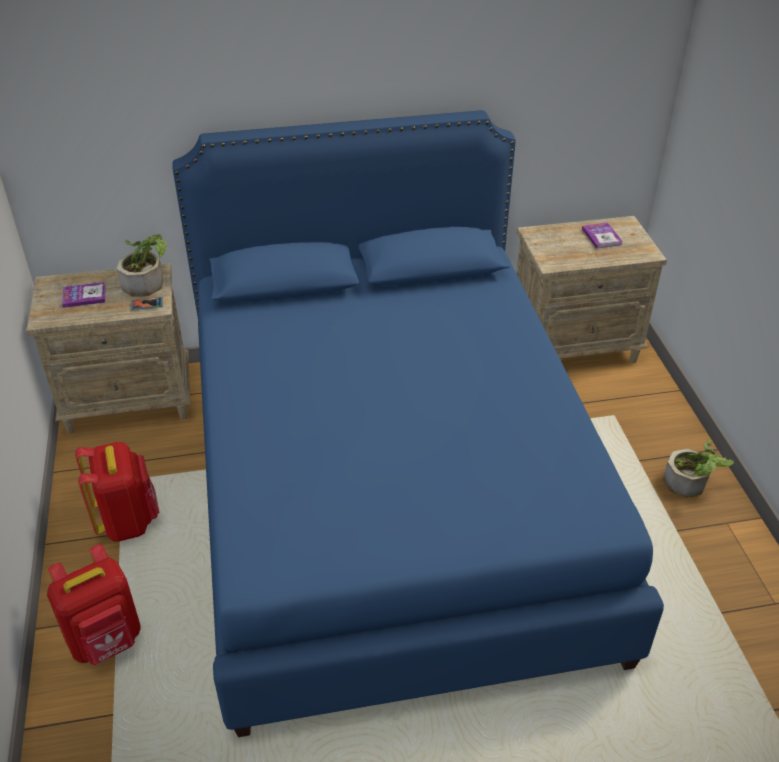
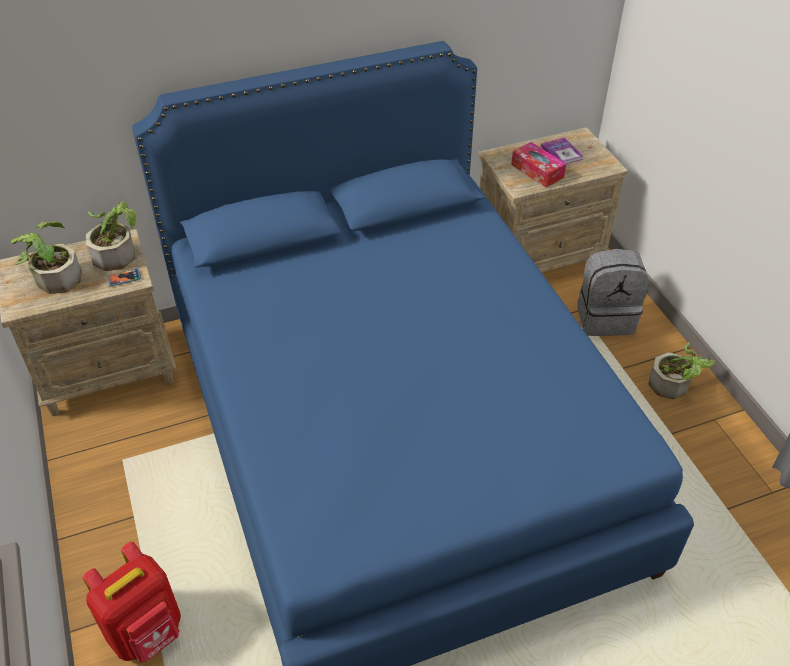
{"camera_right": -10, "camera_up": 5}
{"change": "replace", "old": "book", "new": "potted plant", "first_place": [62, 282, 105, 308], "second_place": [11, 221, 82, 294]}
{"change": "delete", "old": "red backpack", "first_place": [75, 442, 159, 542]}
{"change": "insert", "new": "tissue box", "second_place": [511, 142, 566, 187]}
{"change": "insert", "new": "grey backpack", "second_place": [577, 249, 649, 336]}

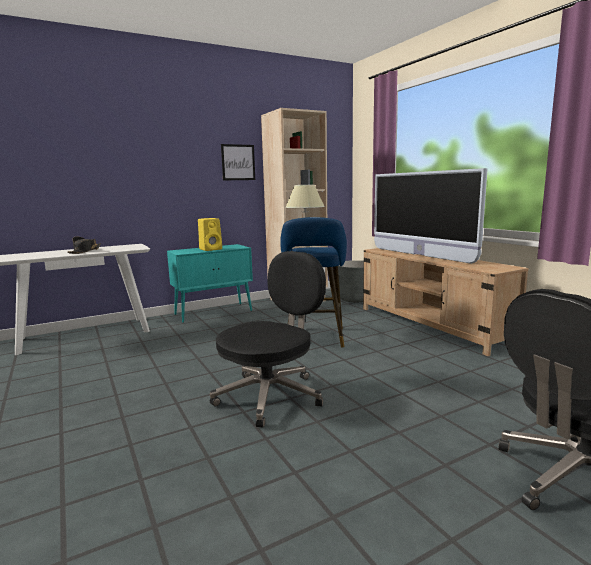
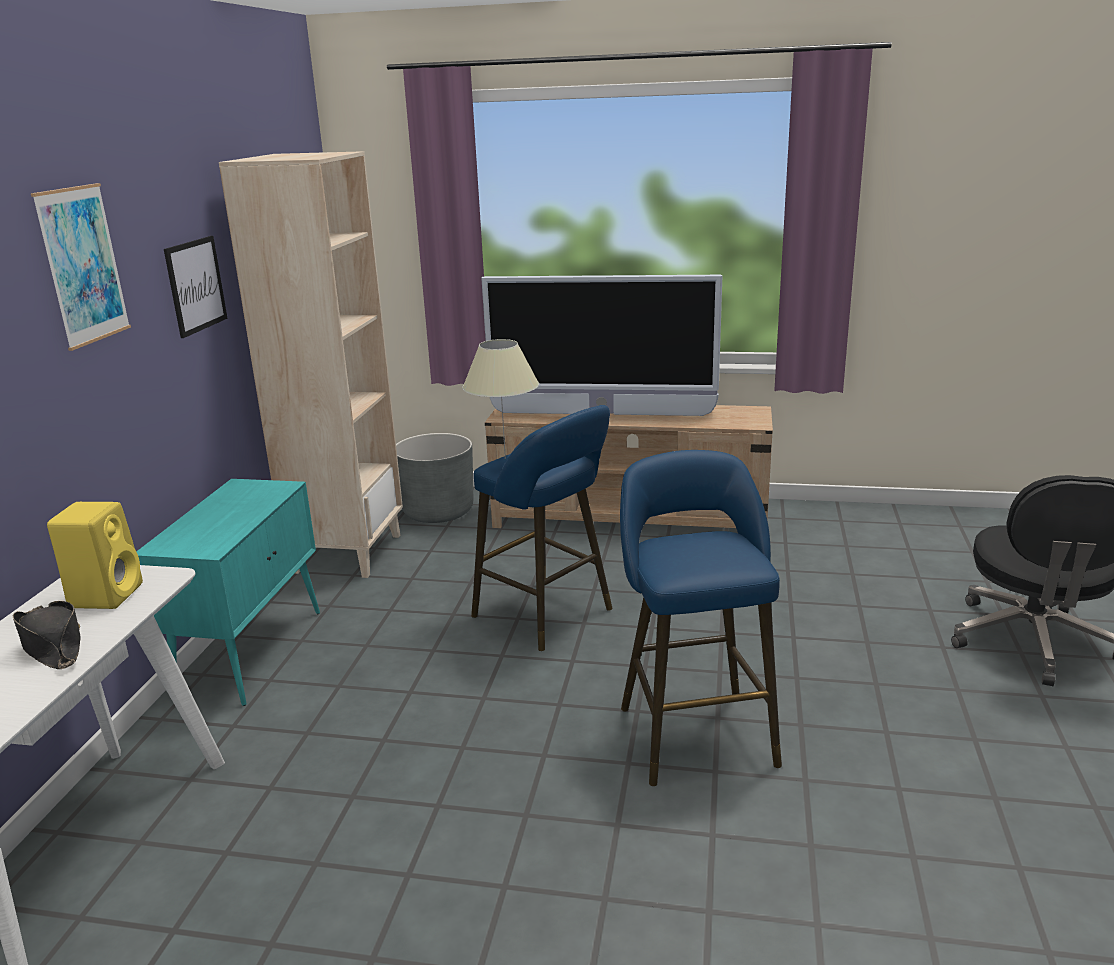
{"camera_right": -50, "camera_up": 10}
{"change": "move", "old": "yellow speaker", "first_place": [198, 218, 222, 251], "second_place": [47, 502, 143, 609]}
{"change": "replace", "old": "black office chair", "new": "blue stool", "first_place": [210, 251, 326, 428], "second_place": [620, 450, 782, 786]}
{"change": "insert", "new": "picture", "second_place": [31, 183, 131, 351]}

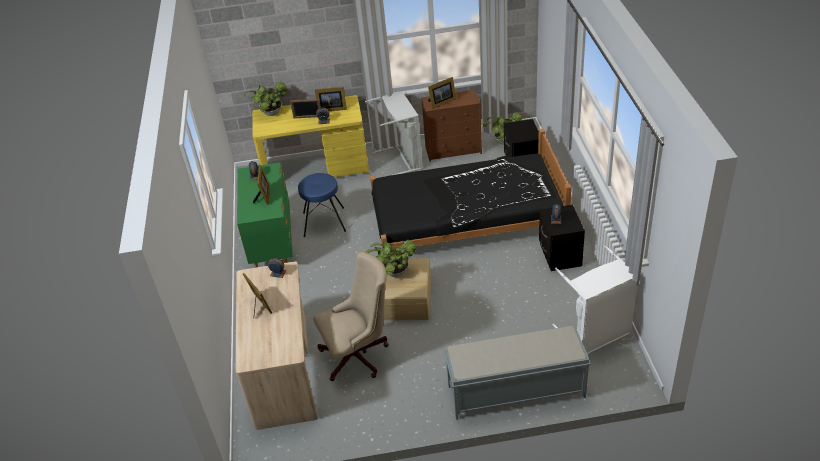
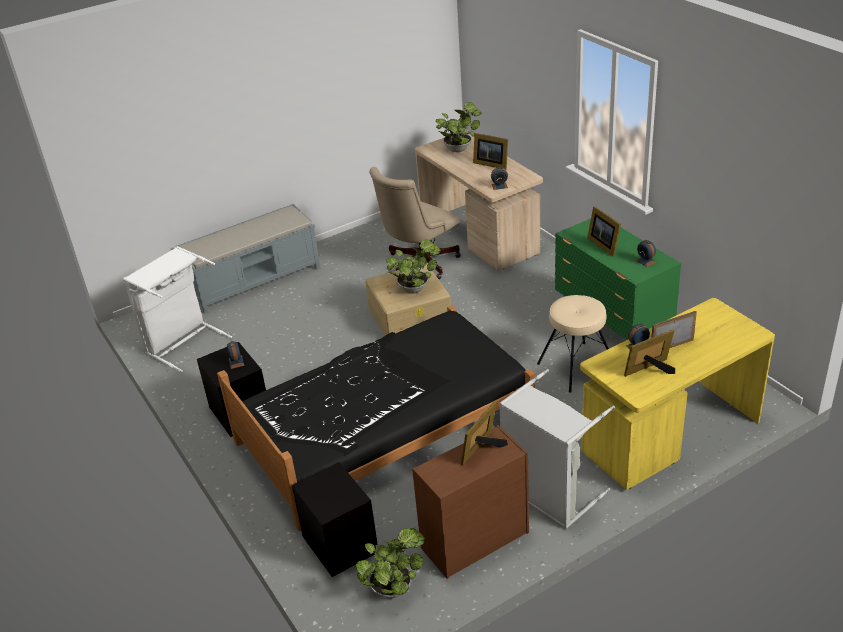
{"camera_right": 155, "camera_up": -5}
{"change": "move", "old": "potted plant", "first_place": [244, 82, 287, 116], "second_place": [436, 102, 482, 152]}
{"change": "recolor", "old": "blue stool", "new": "beige stool", "first_place": [298, 173, 346, 237], "second_place": [537, 295, 609, 393]}

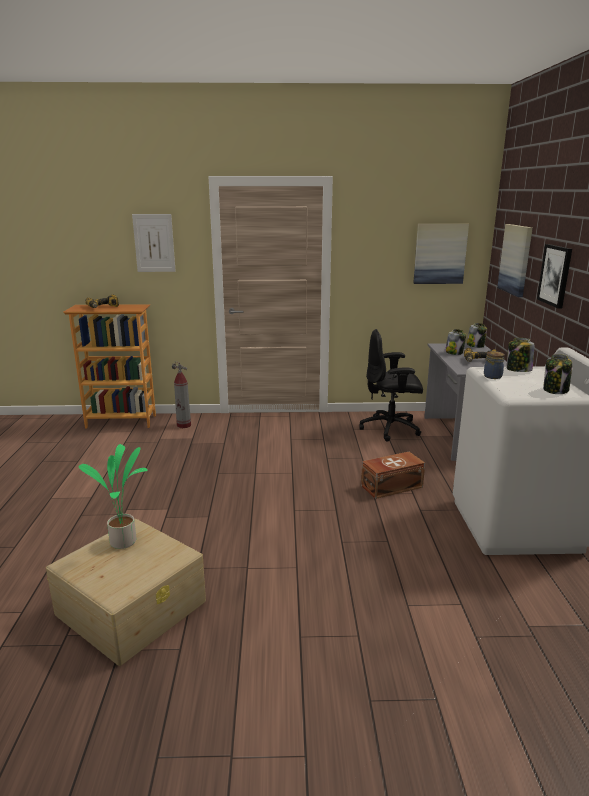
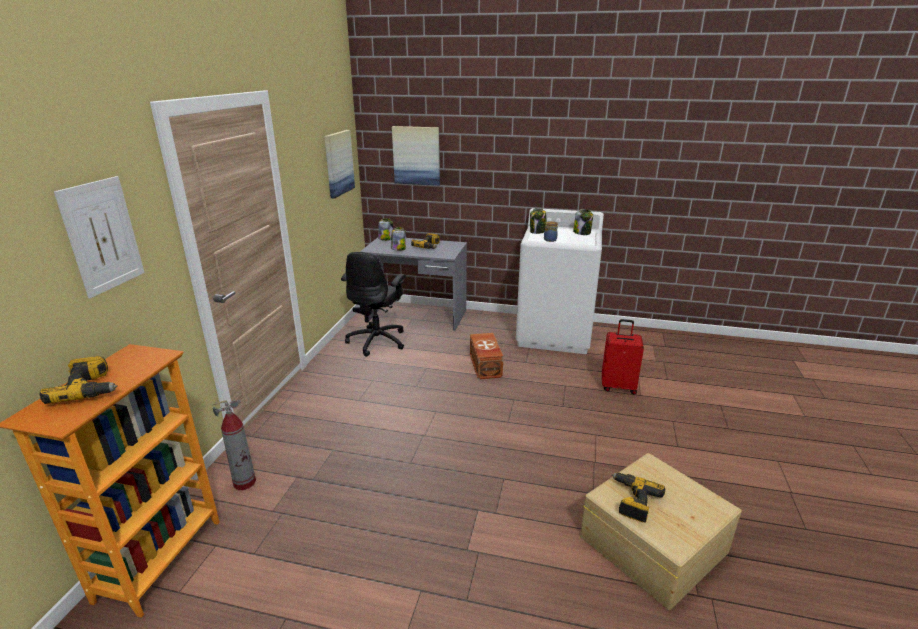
{"camera_right": -75, "camera_up": 5}
{"change": "delete", "old": "picture", "first_place": [537, 244, 572, 309]}
{"change": "replace", "old": "potted plant", "new": "power drill", "first_place": [79, 444, 148, 549], "second_place": [612, 472, 665, 523]}
{"change": "insert", "new": "red suitcase", "second_place": [602, 319, 644, 394]}

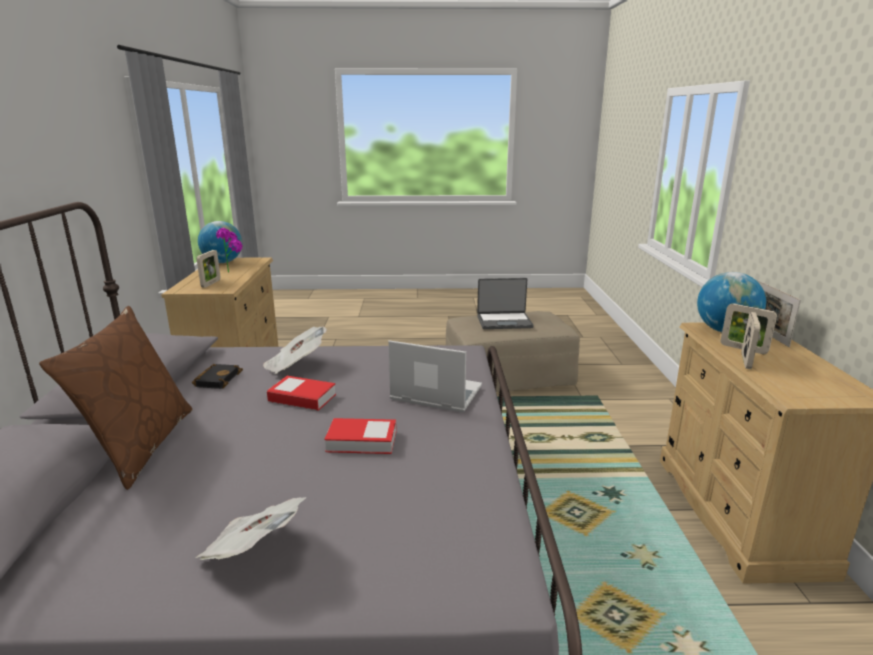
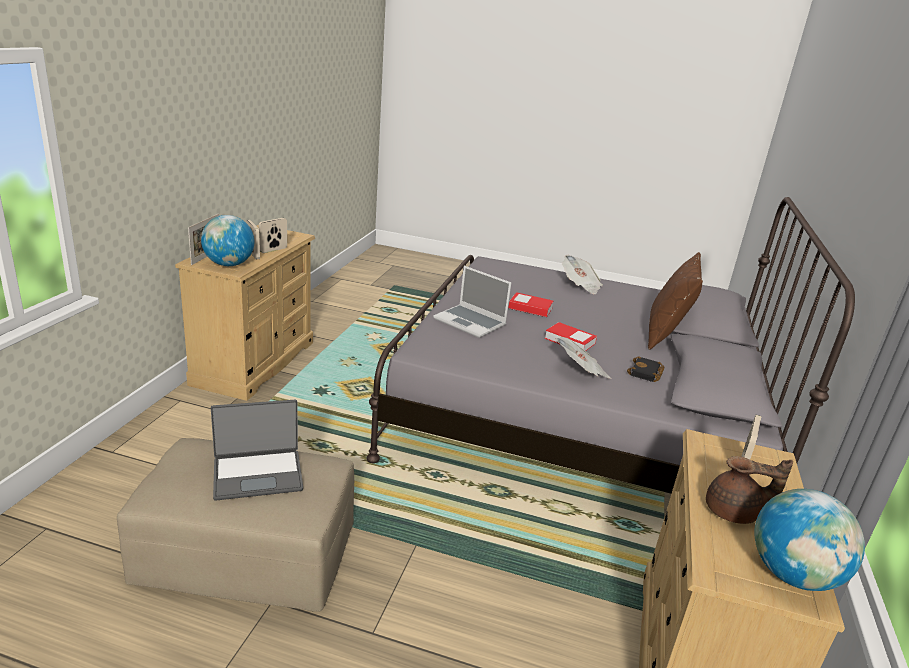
{"camera_right": -165, "camera_up": 5}
{"change": "replace", "old": "potted plant", "new": "brown teapot", "first_place": [216, 228, 243, 273], "second_place": [706, 456, 793, 524]}
{"change": "rotate", "old": "laptop", "first_place": [477, 278, 534, 329], "second_place": [211, 400, 303, 500], "degrees": 150}

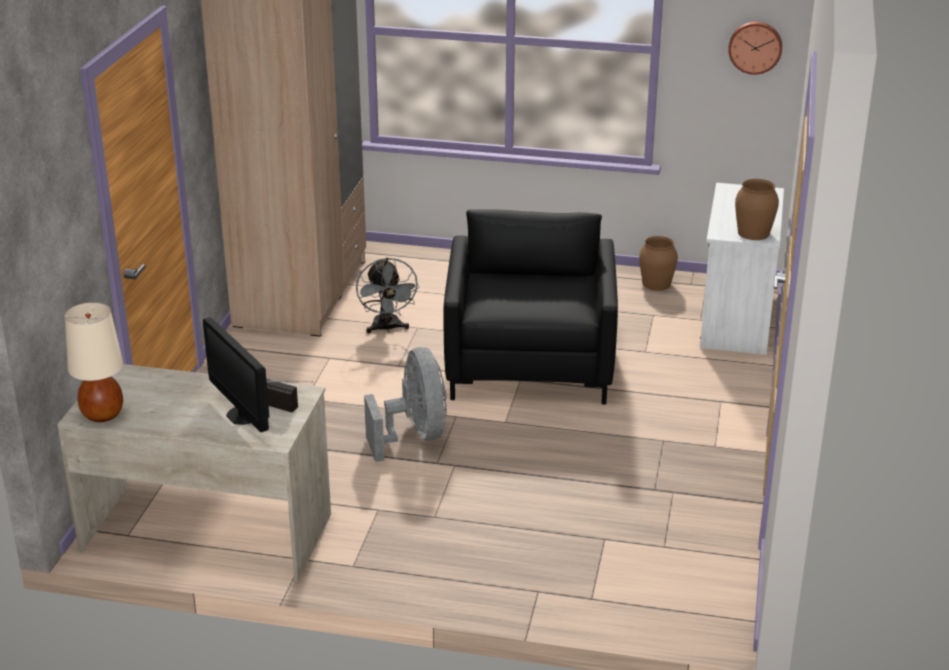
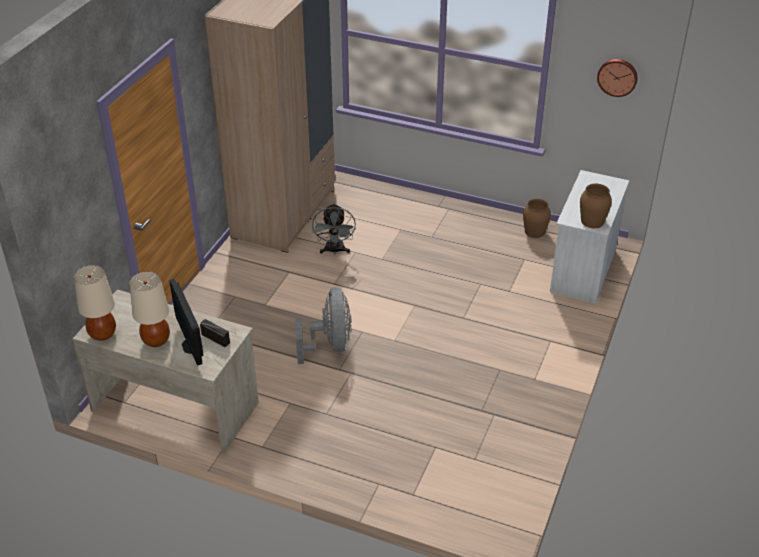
{"camera_right": 10, "camera_up": 10}
{"change": "delete", "old": "black armchair", "first_place": [443, 209, 618, 404]}
{"change": "insert", "new": "beige table lamp", "second_place": [130, 271, 170, 347]}

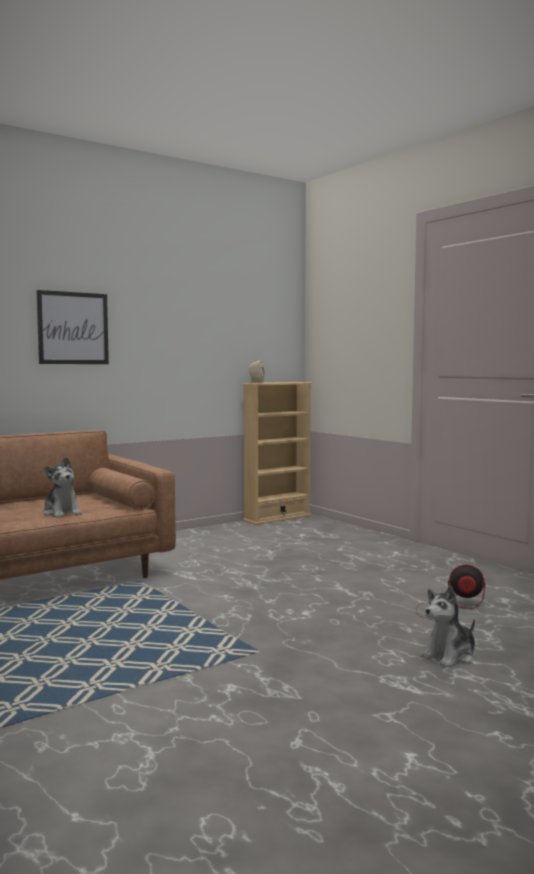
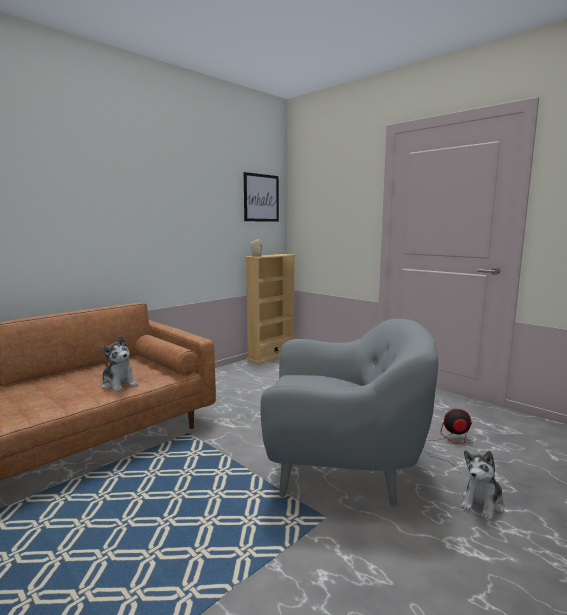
{"camera_right": -10, "camera_up": 5}
{"change": "move", "old": "picture", "first_place": [36, 290, 109, 364], "second_place": [244, 172, 279, 222]}
{"change": "insert", "new": "grey armchair", "second_place": [260, 319, 438, 506]}

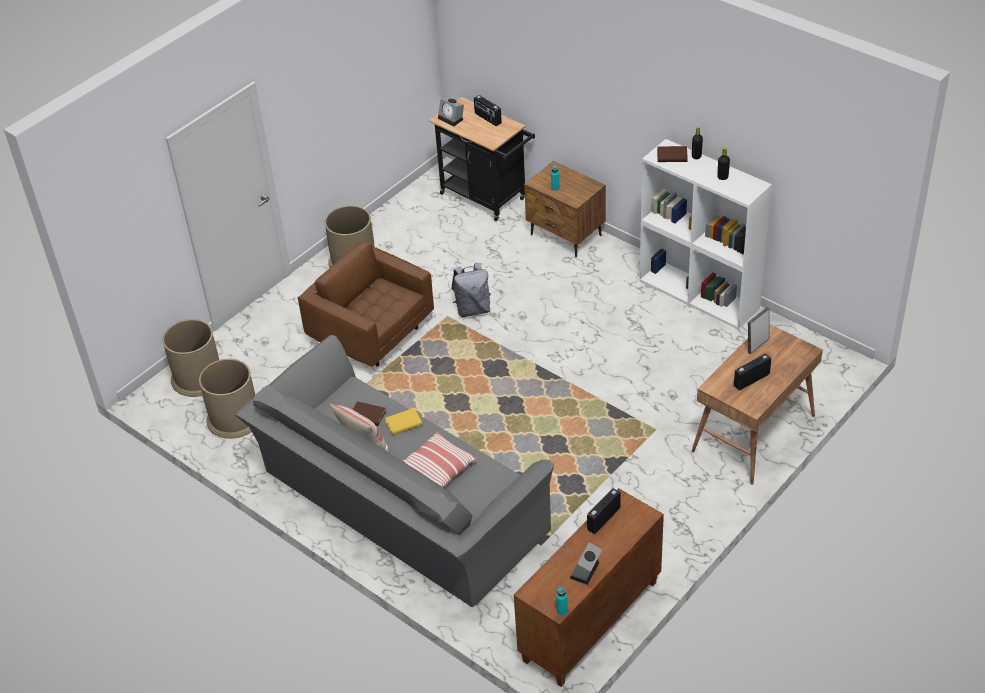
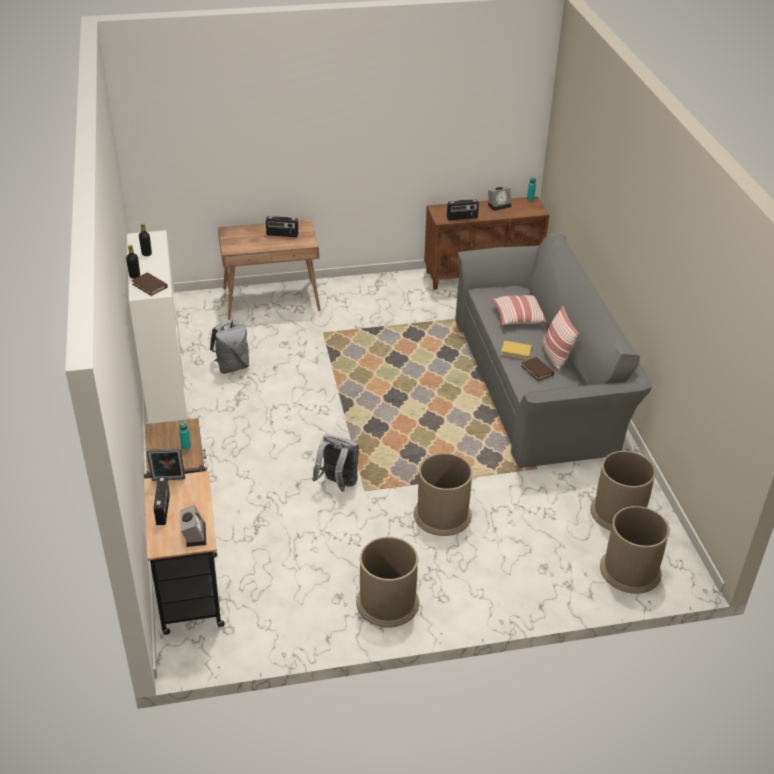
{"camera_right": -145, "camera_up": -5}
{"change": "replace", "old": "brown armchair", "new": "brown trash can", "first_place": [298, 242, 434, 367], "second_place": [414, 453, 473, 536]}
{"change": "move", "old": "picture frame", "first_place": [748, 307, 770, 354], "second_place": [146, 448, 185, 481]}
{"change": "insert", "new": "grey backpack", "second_place": [210, 321, 249, 374]}

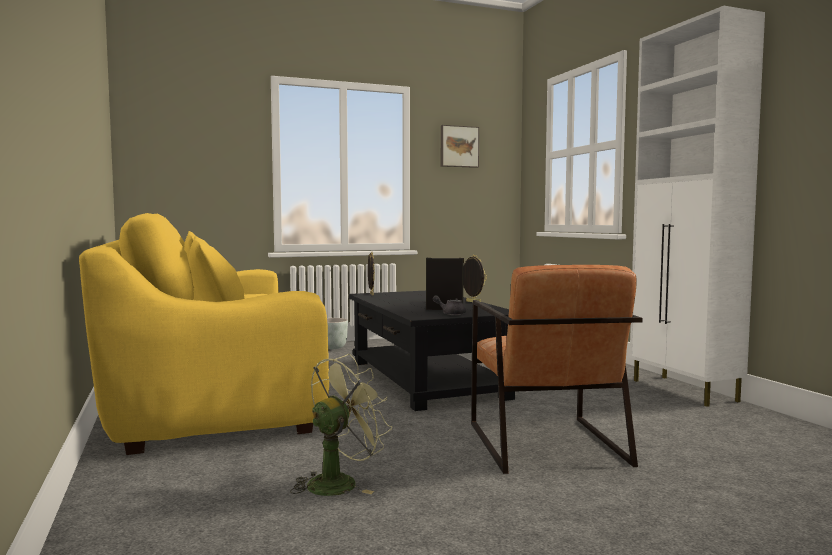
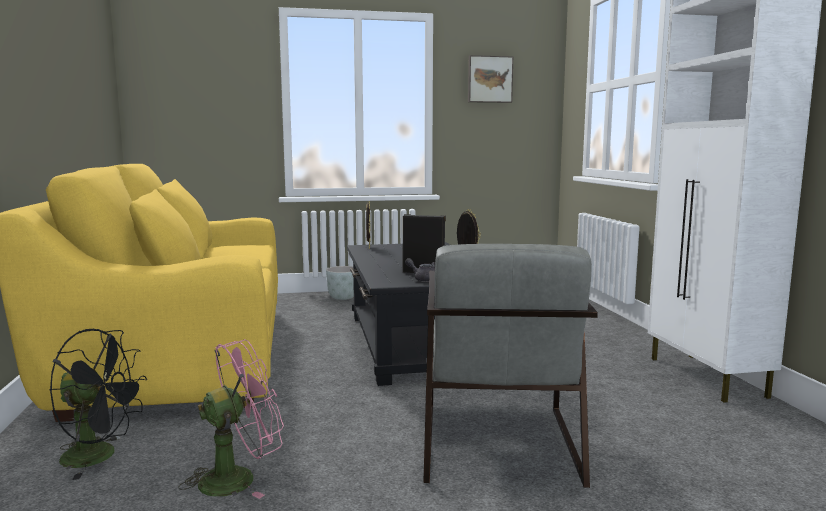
{"camera_right": 10, "camera_up": 5}
{"change": "recolor", "old": "brown armchair", "new": "grey armchair", "first_place": [471, 265, 642, 474], "second_place": [423, 244, 598, 488]}
{"change": "recolor", "old": "green fan", "new": "pink fan", "first_place": [290, 354, 392, 496], "second_place": [178, 339, 284, 499]}
{"change": "insert", "new": "black fan", "second_place": [50, 329, 147, 480]}

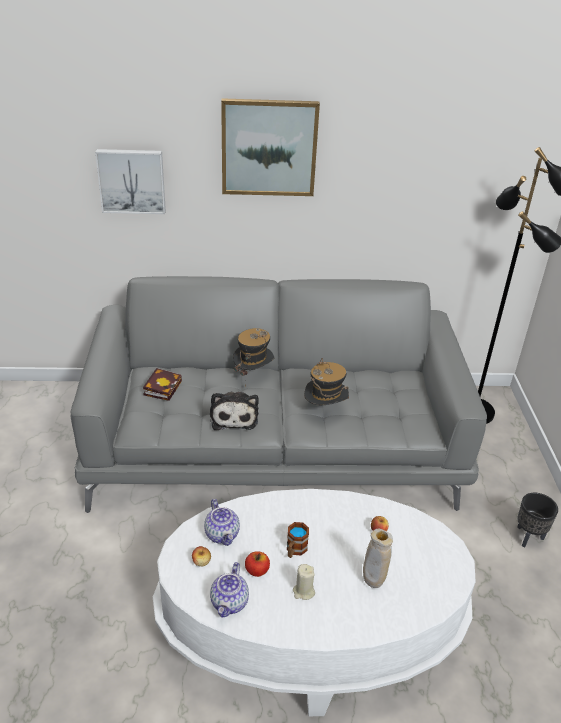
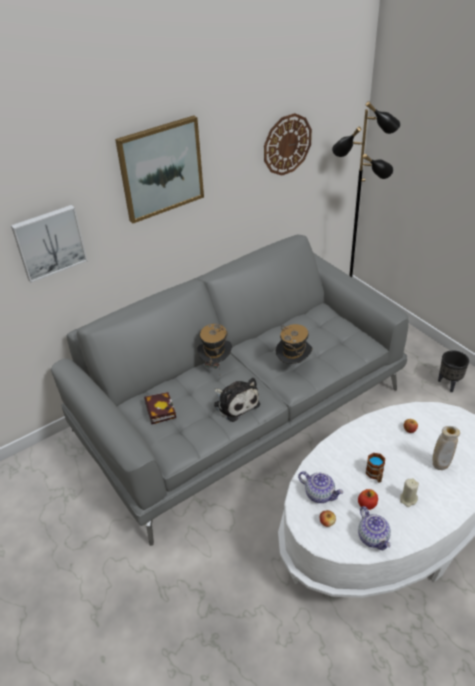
{"camera_right": -30, "camera_up": 5}
{"change": "insert", "new": "wall clock", "second_place": [264, 113, 312, 176]}

